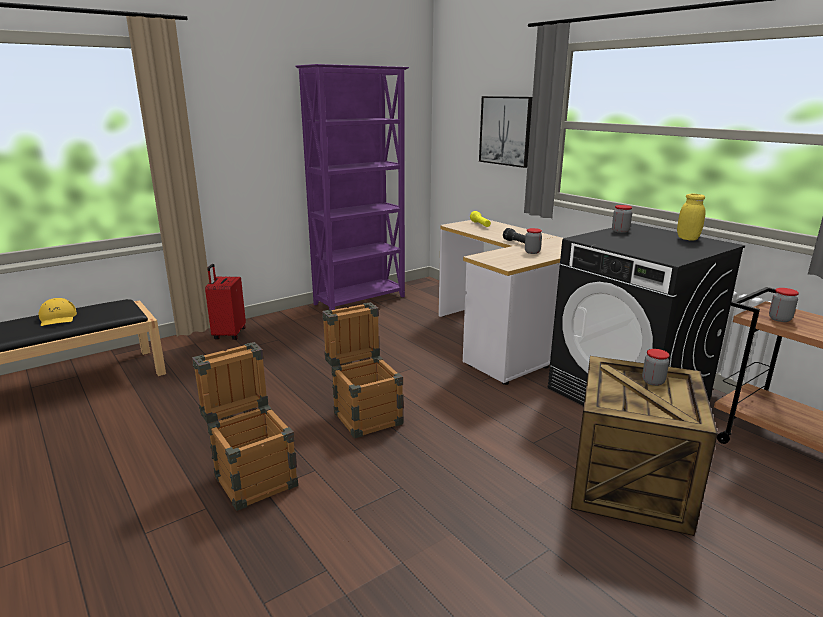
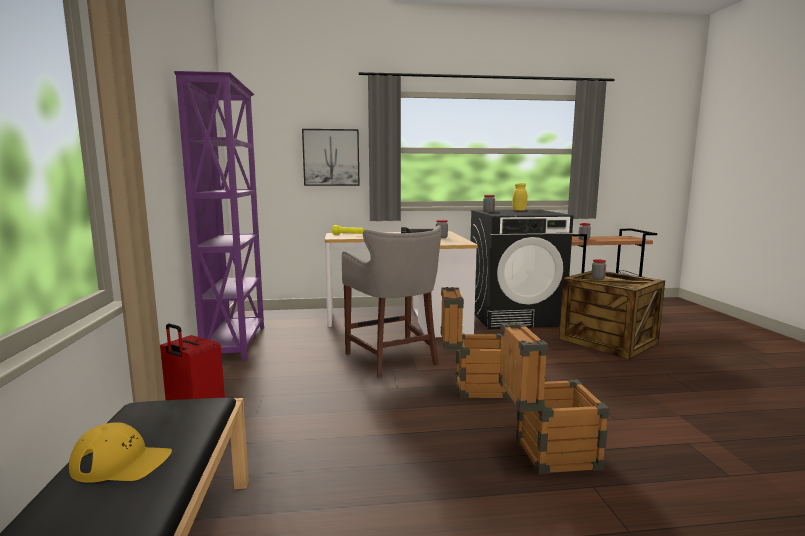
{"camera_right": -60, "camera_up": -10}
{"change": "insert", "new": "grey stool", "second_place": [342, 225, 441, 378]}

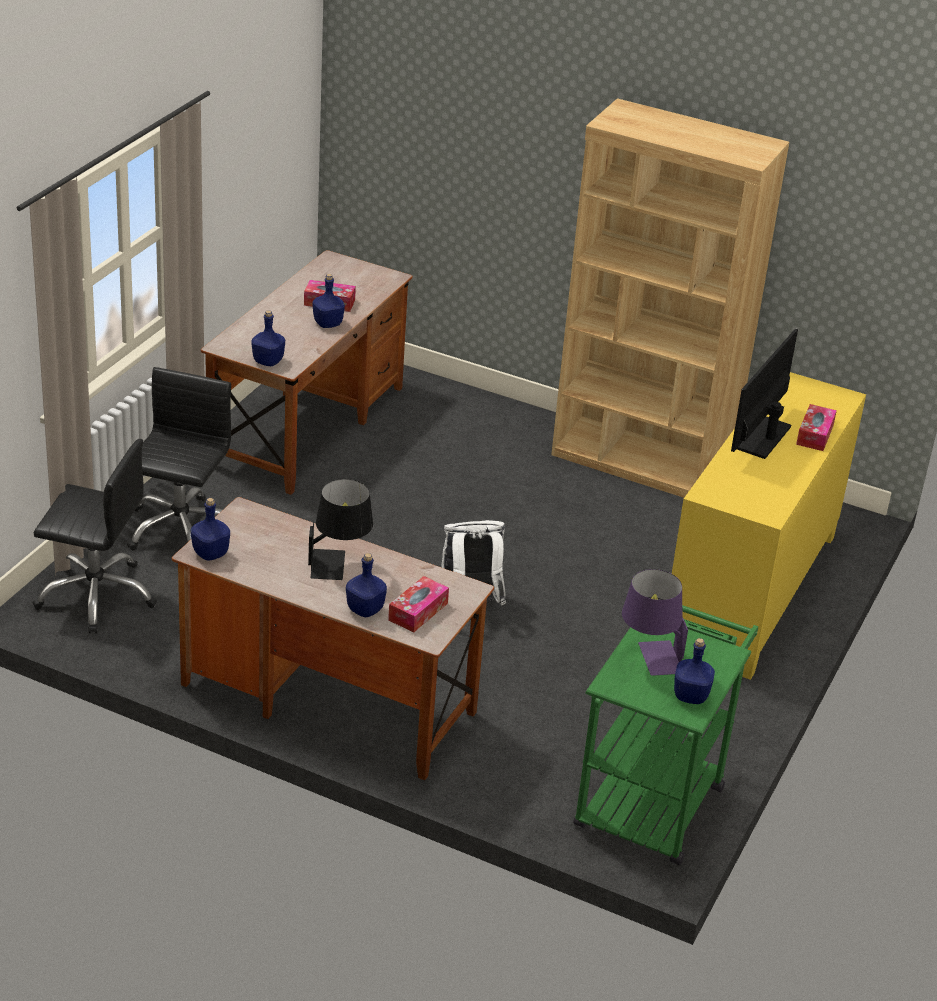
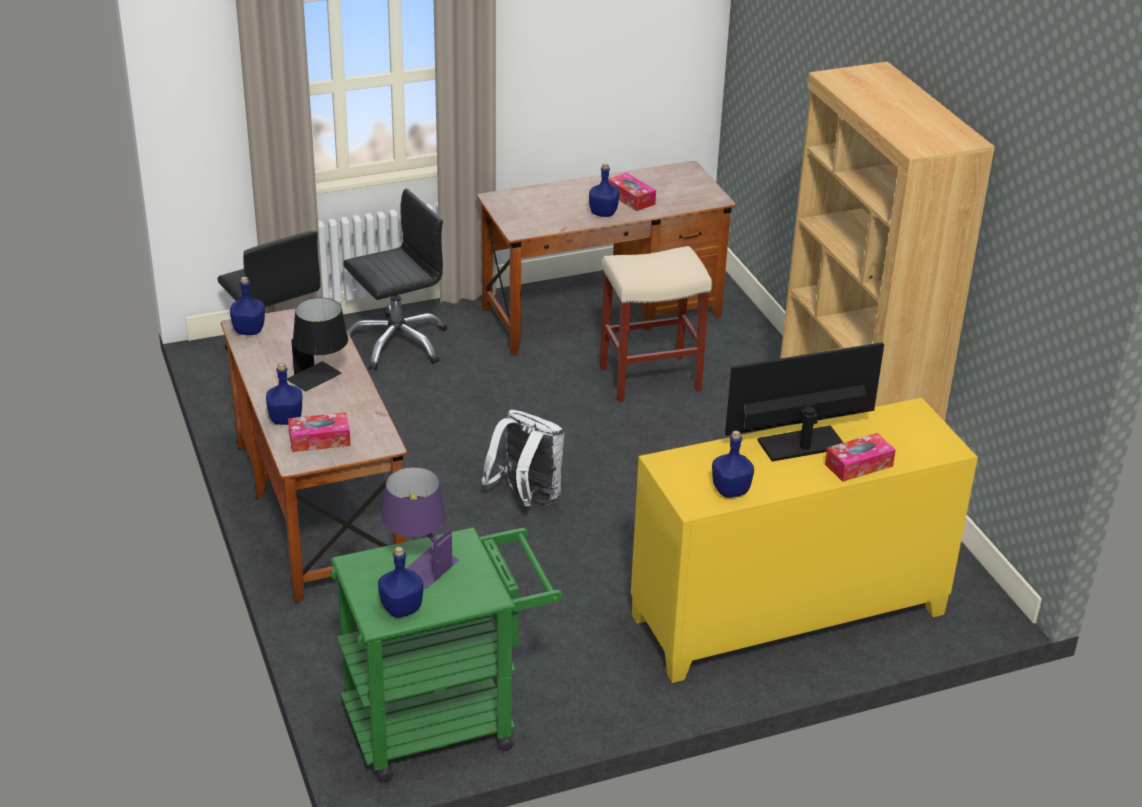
{"camera_right": 45, "camera_up": 0}
{"change": "move", "old": "blue bottle", "first_place": [251, 310, 285, 366], "second_place": [712, 431, 754, 498]}
{"change": "insert", "new": "beige stool", "second_place": [600, 246, 712, 402]}

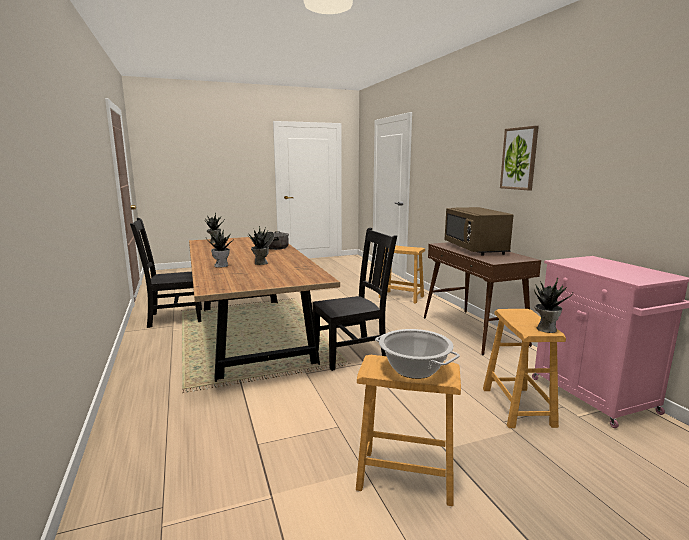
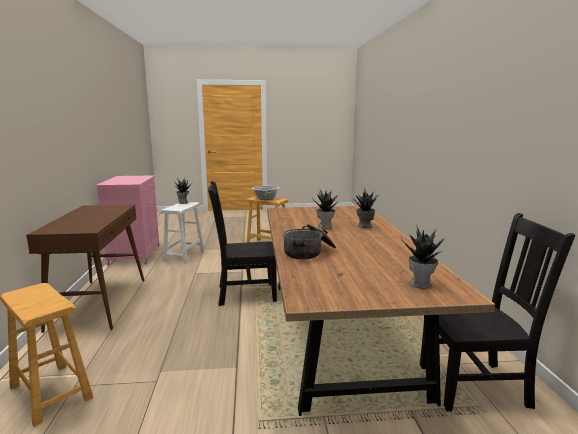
{"camera_right": -165, "camera_up": 0}
{"change": "delete", "old": "picture", "first_place": [500, 126, 539, 191]}
{"change": "delete", "old": "brown microwave", "first_place": [445, 207, 513, 256]}
{"change": "recolor", "old": "brown stool", "new": "white stool", "first_place": [483, 309, 566, 428], "second_place": [161, 202, 205, 264]}

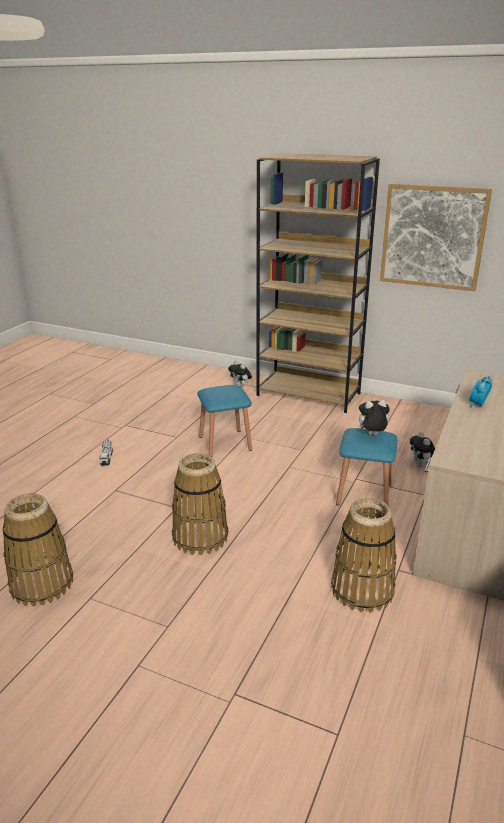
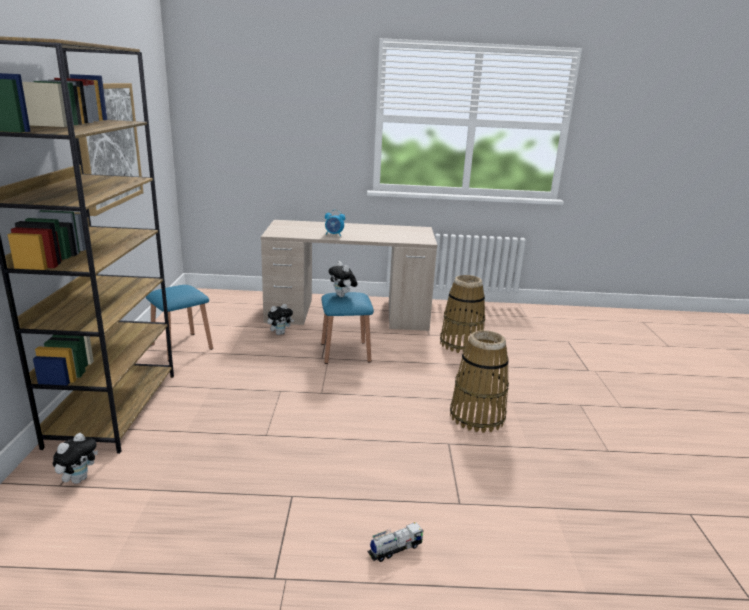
{"camera_right": -115, "camera_up": -5}
{"change": "move", "old": "blue stool", "first_place": [197, 385, 252, 457], "second_place": [146, 285, 213, 361]}
{"change": "delete", "old": "basket", "first_place": [3, 493, 73, 607]}

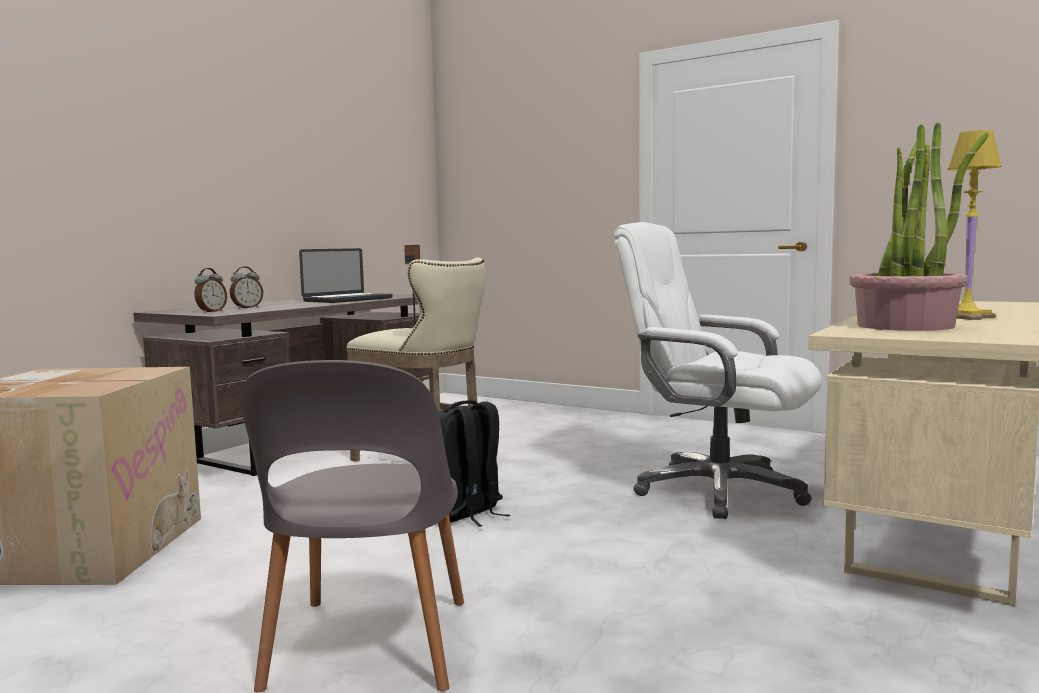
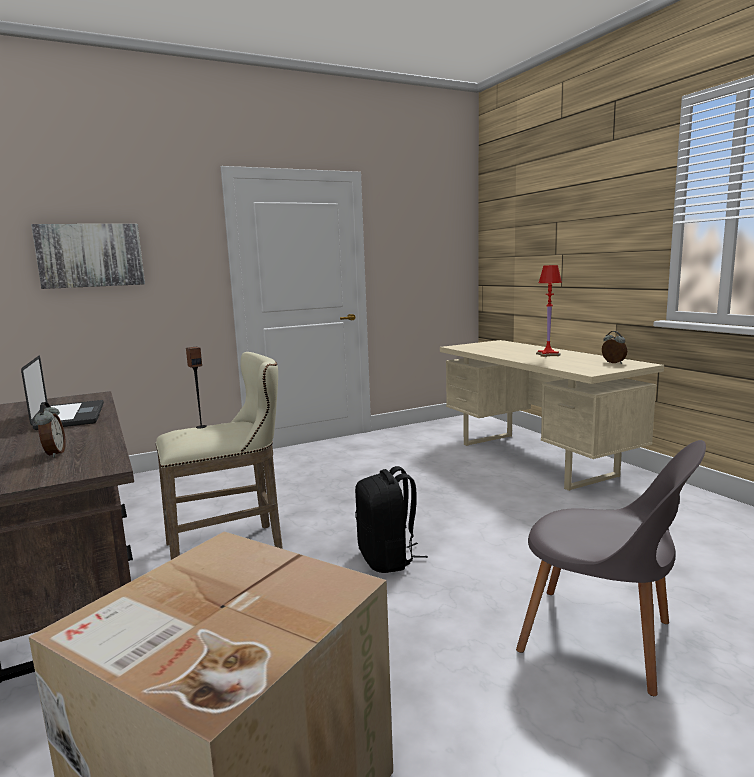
{"camera_right": -60, "camera_up": 5}
{"change": "delete", "old": "potted plant", "first_place": [849, 122, 989, 331]}
{"change": "recolor", "old": "yellow table lamp", "new": "red table lamp", "first_place": [948, 130, 1002, 320], "second_place": [536, 265, 562, 357]}
{"change": "delete", "old": "white office chair", "first_place": [614, 222, 822, 519]}
{"change": "move", "old": "alarm clock", "first_place": [194, 268, 227, 313], "second_place": [602, 331, 627, 364]}
{"change": "insert", "new": "picture", "second_place": [31, 224, 145, 289]}

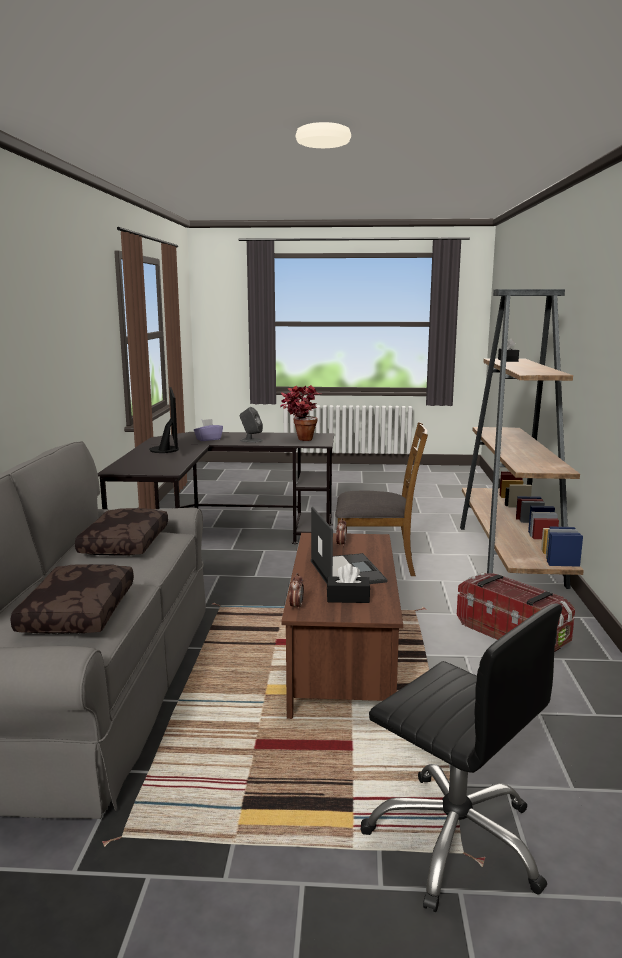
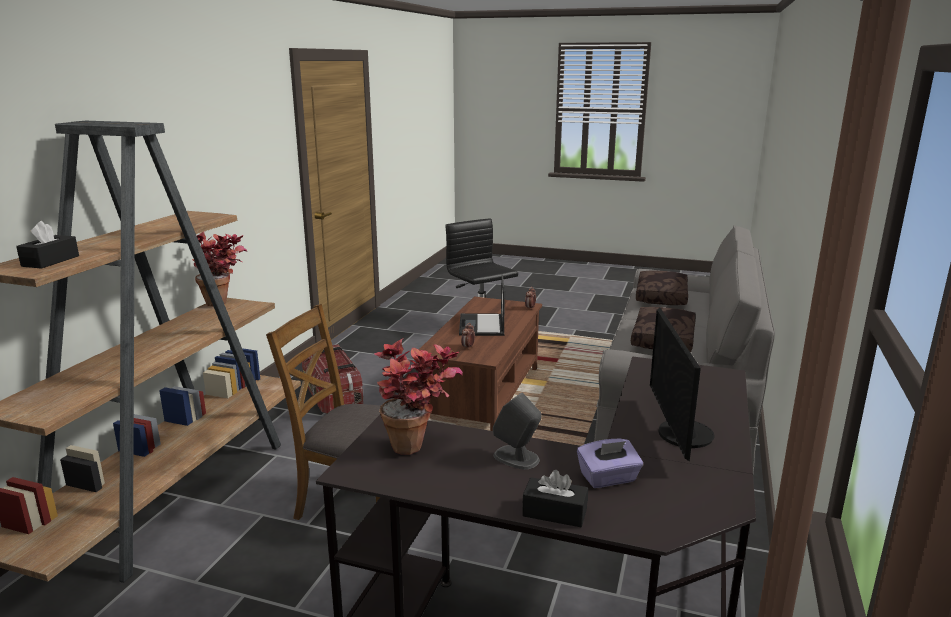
{"camera_right": -165, "camera_up": 5}
{"change": "move", "old": "black tissue box", "first_place": [327, 564, 370, 603], "second_place": [522, 470, 588, 527]}
{"change": "insert", "new": "potted plant", "second_place": [192, 232, 247, 306]}

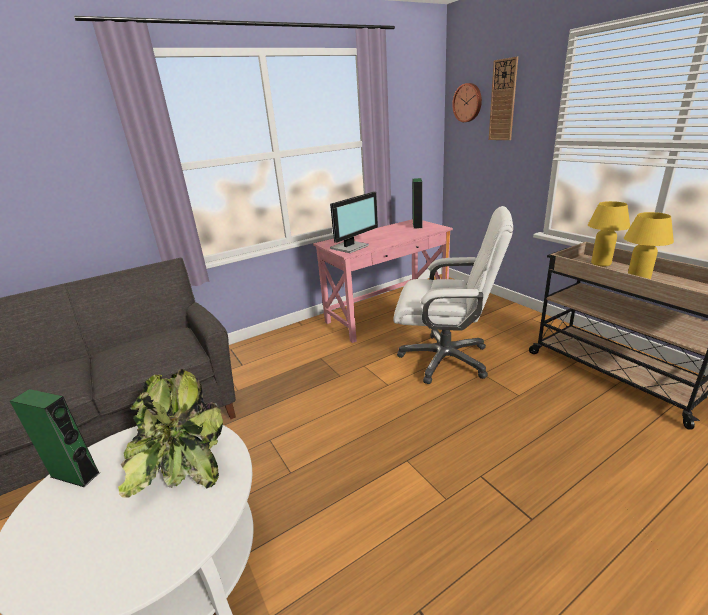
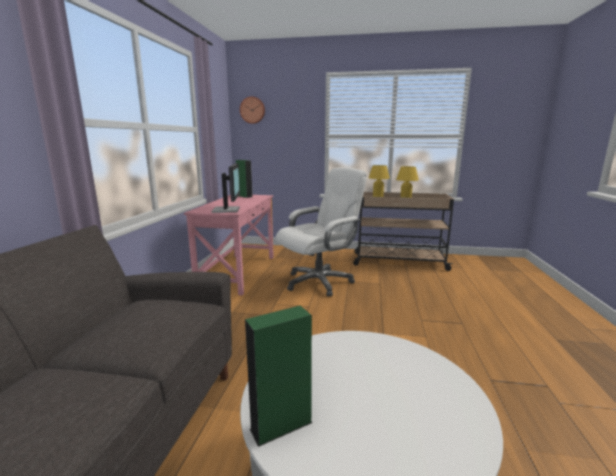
{"camera_right": -50, "camera_up": -10}
{"change": "delete", "old": "wall clock", "first_place": [489, 57, 518, 140]}
{"change": "delete", "old": "potted plant", "first_place": [118, 369, 223, 498]}

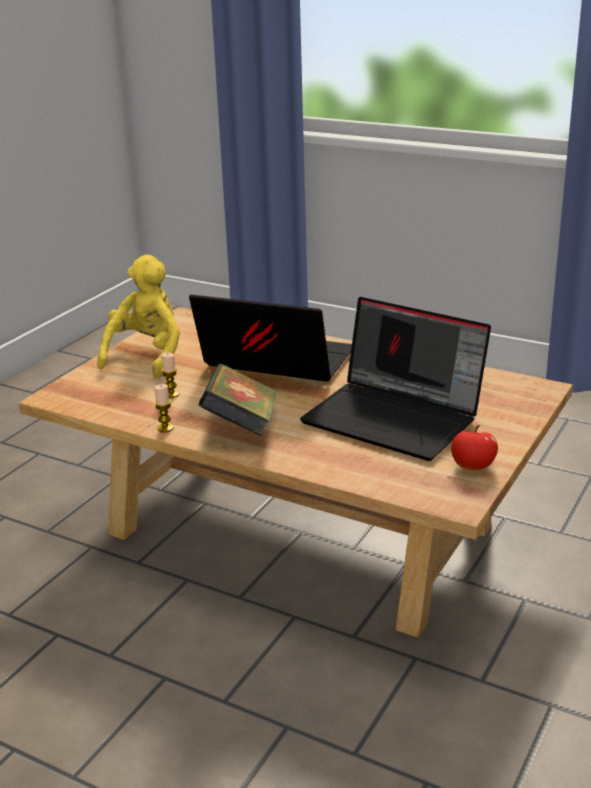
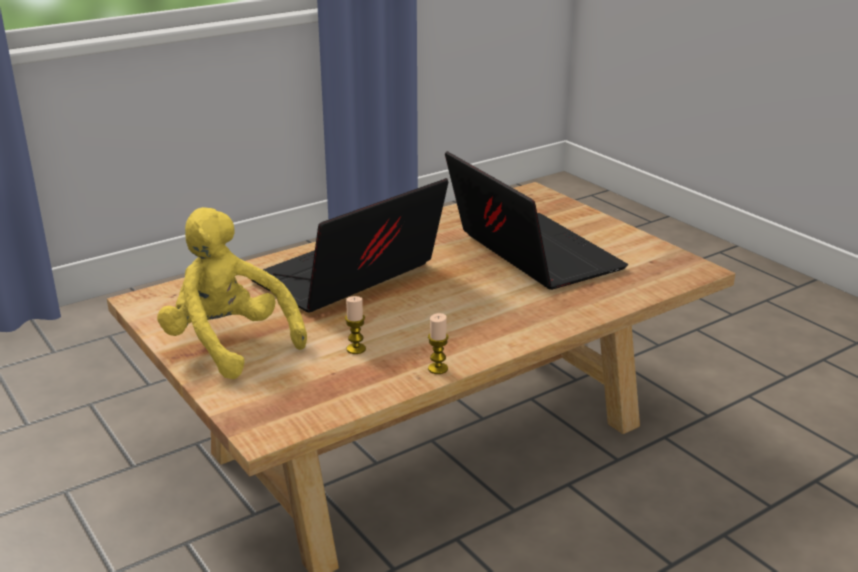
{"camera_right": -65, "camera_up": 0}
{"change": "rotate", "old": "laptop", "first_place": [300, 297, 491, 461], "second_place": [445, 151, 628, 290], "degrees": -90}
{"change": "delete", "old": "book", "first_place": [198, 364, 277, 436]}
{"change": "delete", "old": "apple", "first_place": [451, 425, 498, 470]}

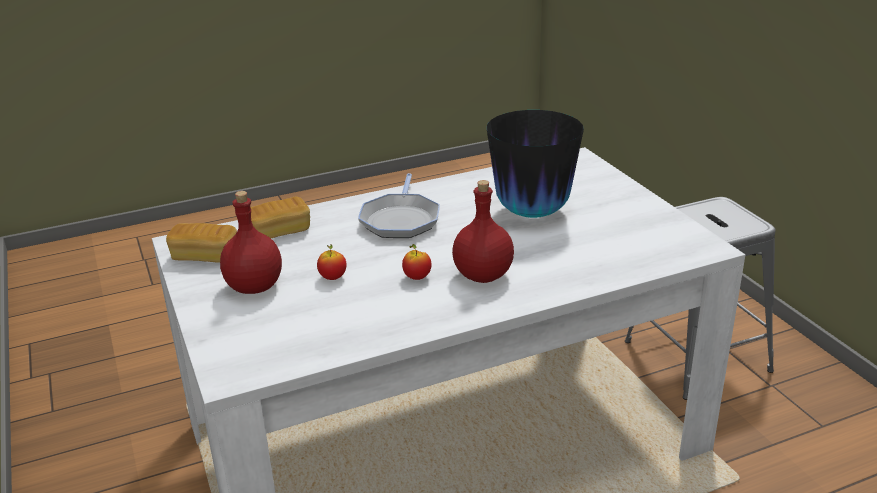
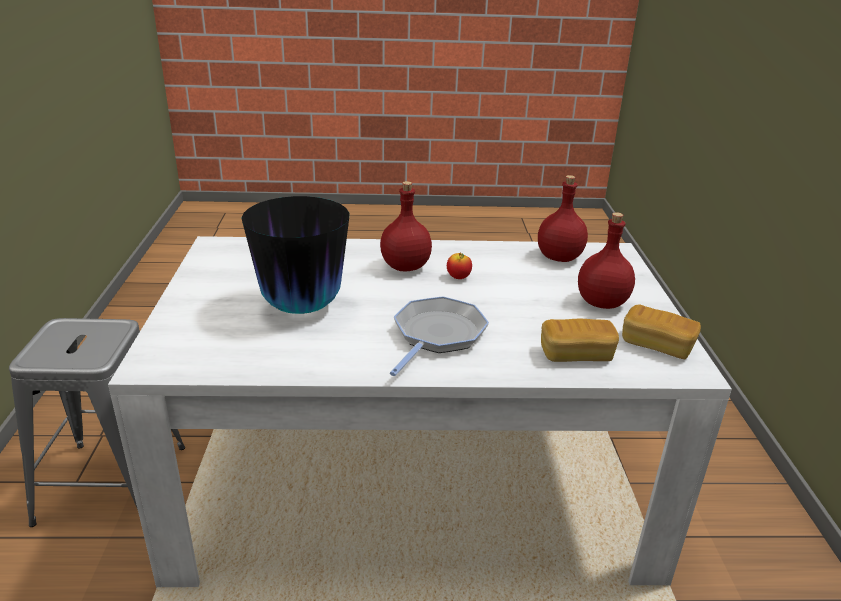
{"camera_right": -160, "camera_up": 0}
{"change": "delete", "old": "apple", "first_place": [317, 244, 346, 280]}
{"change": "insert", "new": "red bottle", "second_place": [538, 175, 588, 262]}

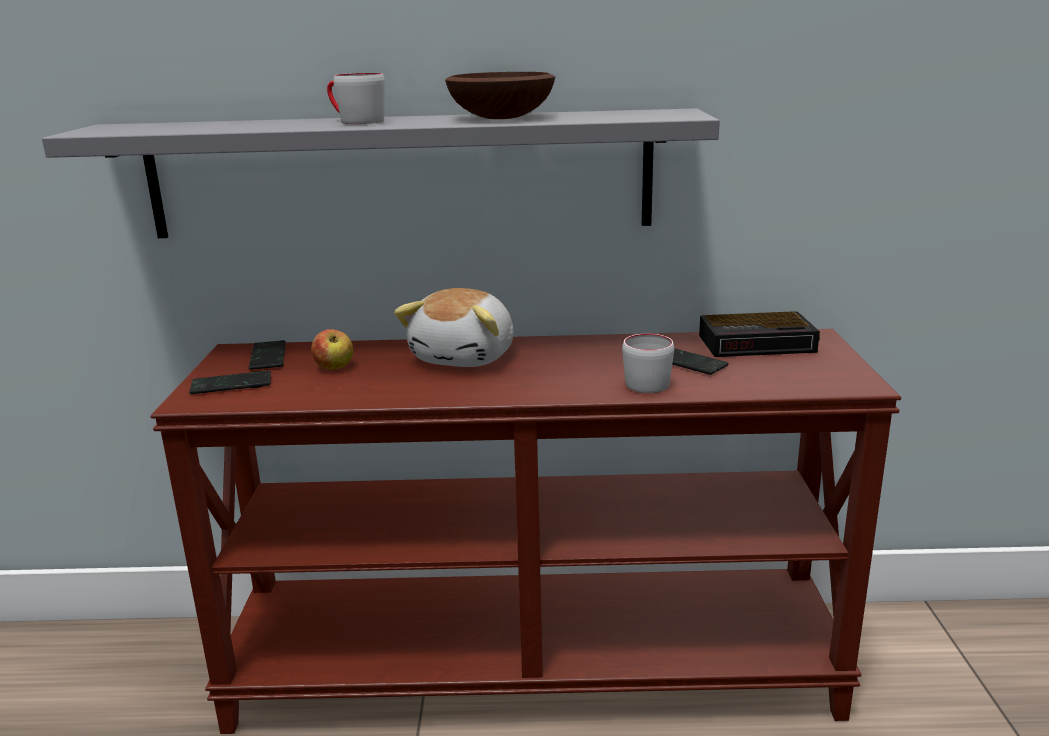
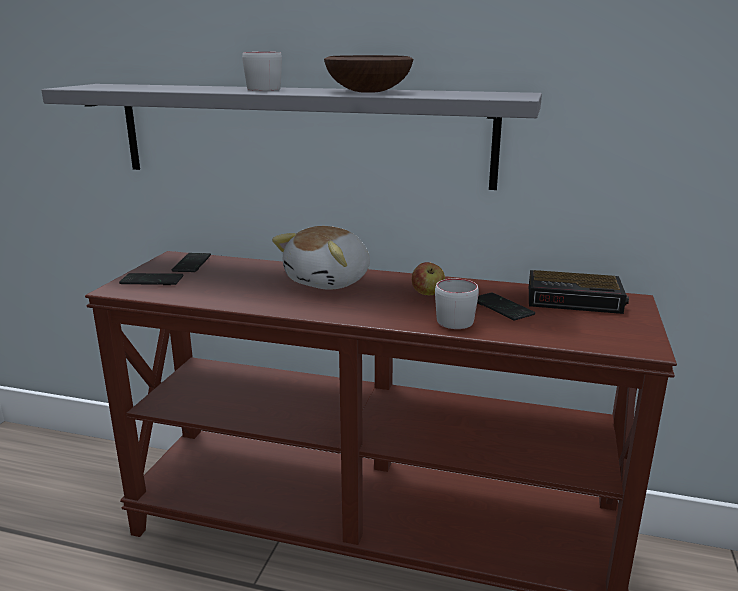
{"camera_right": 15, "camera_up": 0}
{"change": "move", "old": "apple", "first_place": [311, 329, 353, 369], "second_place": [412, 262, 445, 295]}

